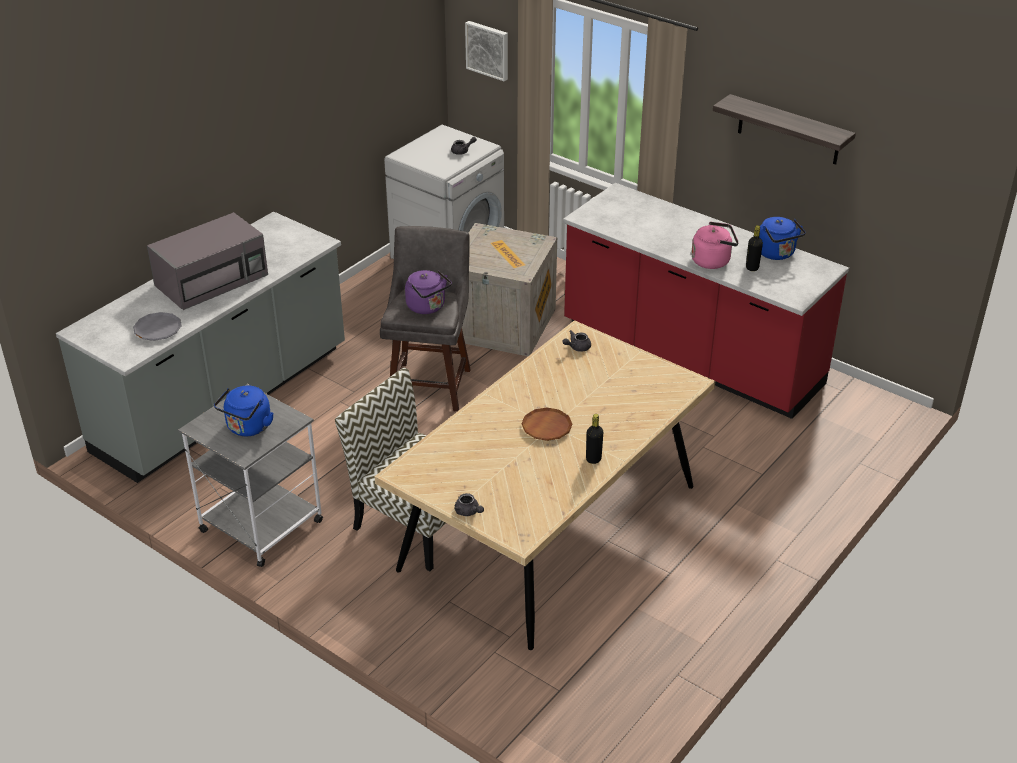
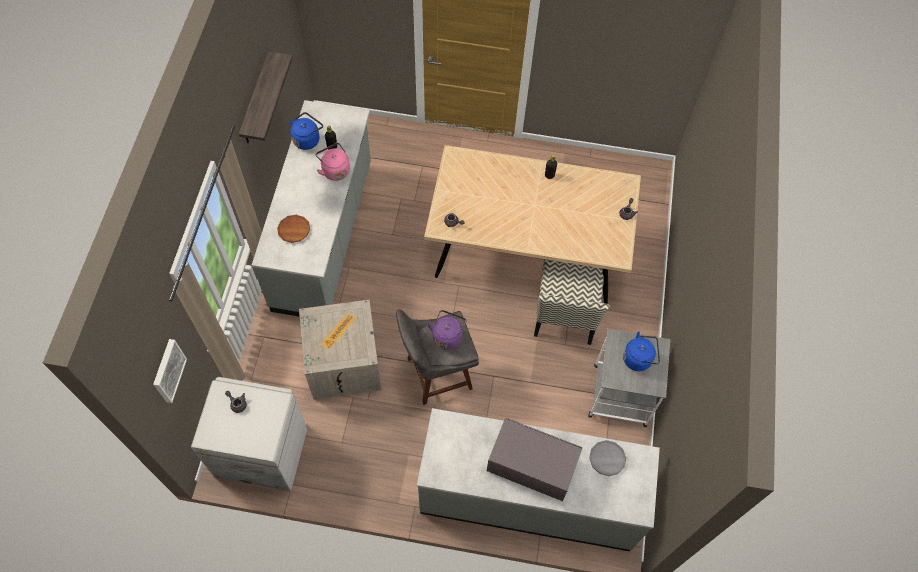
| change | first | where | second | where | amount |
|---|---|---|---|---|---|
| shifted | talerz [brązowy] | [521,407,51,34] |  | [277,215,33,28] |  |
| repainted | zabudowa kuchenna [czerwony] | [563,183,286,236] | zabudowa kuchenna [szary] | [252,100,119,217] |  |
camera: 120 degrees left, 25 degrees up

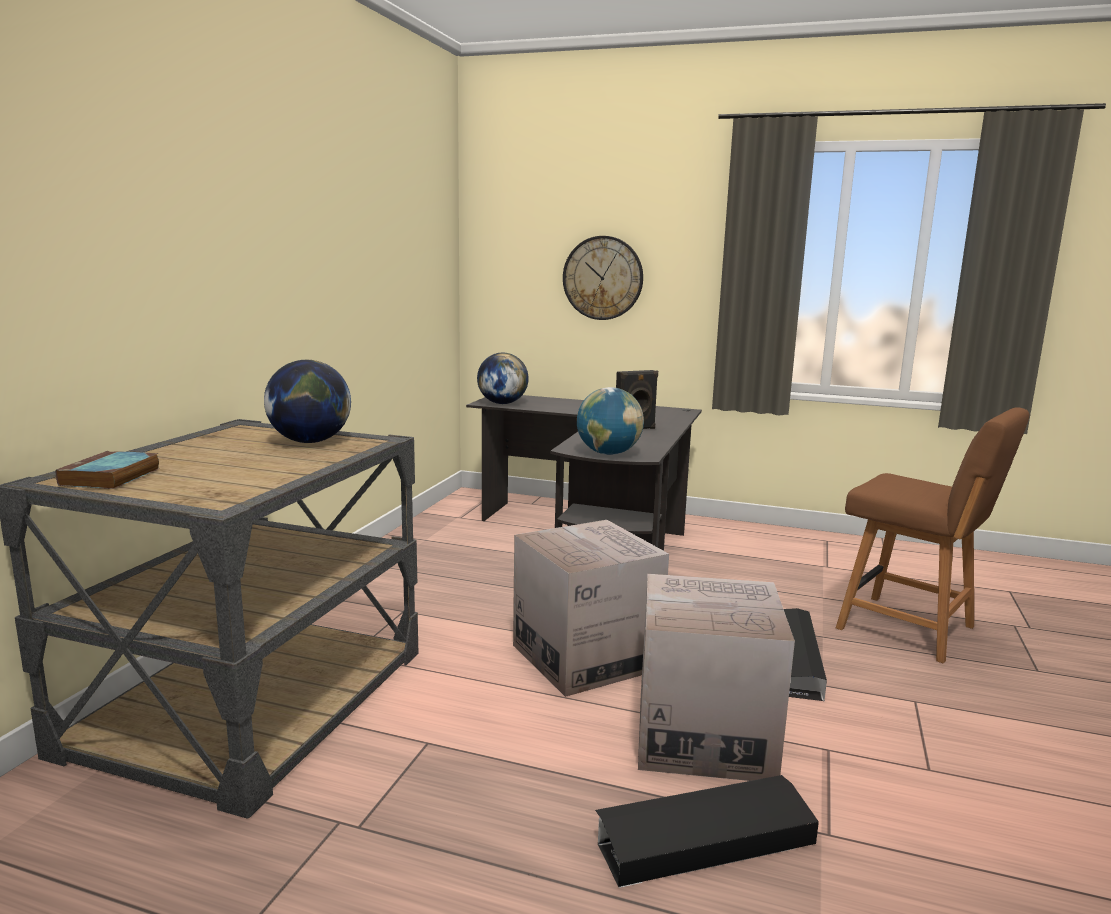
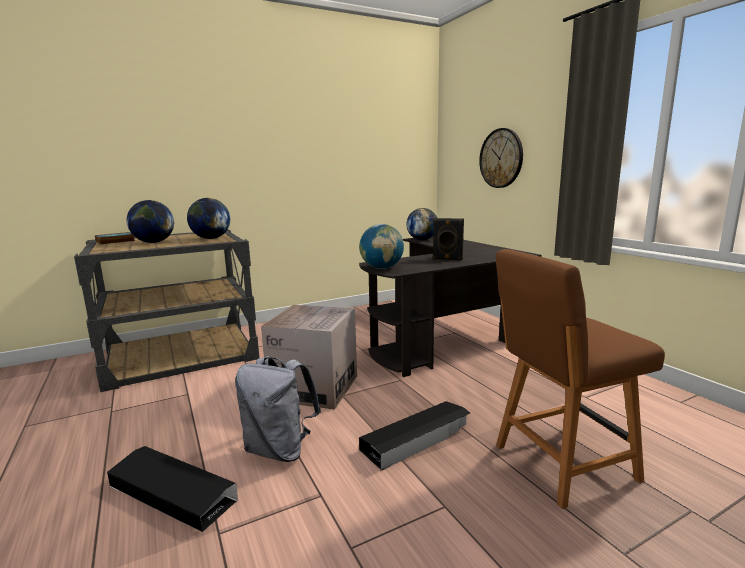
| change | first | where | second | where | amount |
|---|---|---|---|---|---|
| new |  |  | globus | [127,200,47,43] |  |
| swapped | karton | [638,574,157,207] | plecak [szary] | [235,356,86,106] |  |
| rotated | krzesło [brązowy] | [836,407,194,257] |  | [496,249,169,260] | 75 degrees clockwise |
camera: 45 degrees right, 0 degrees up

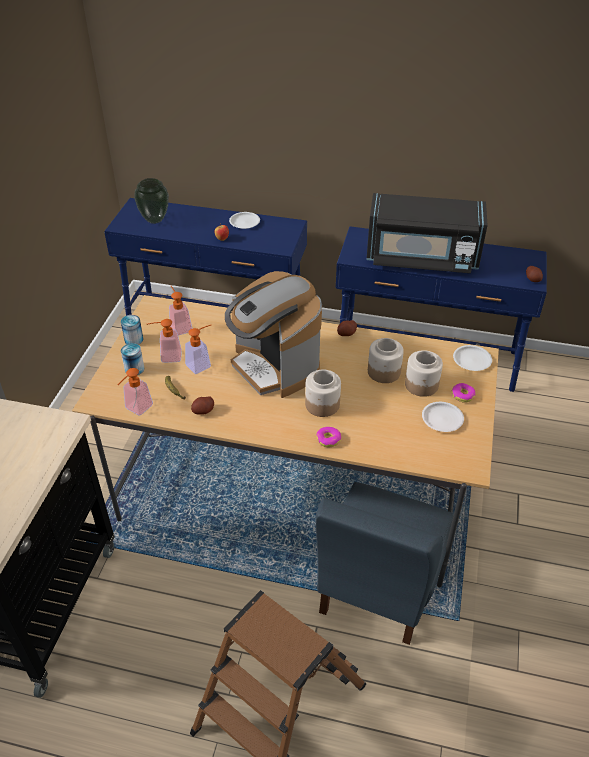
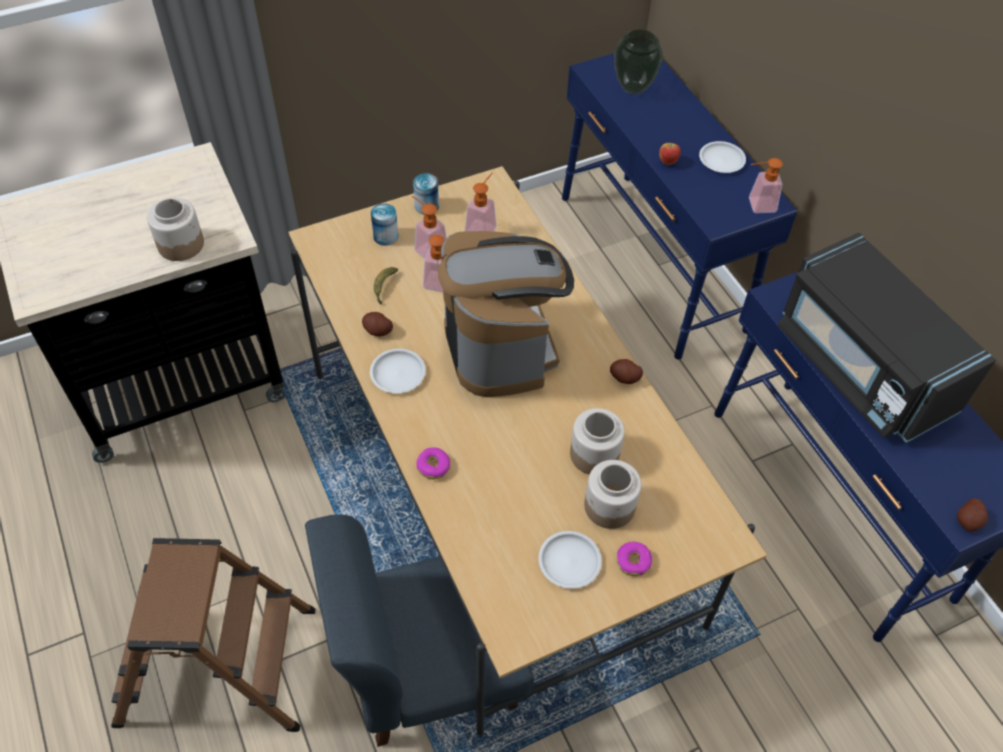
| change | first | where | second | where | amount |
|---|---|---|---|---|---|
| shifted | dozownik mydła | [118,368,35,47] |  | [749,158,34,55] |  |
| shifted | słoik | [305,370,36,47] |  | [147,198,57,63] |  |
| shifted | talerz [biały] | [453,345,39,26] |  | [370,349,56,44] |  |
| rotated | ekspres do kawy | [225,271,97,127] |  | [438,231,136,166] | 150 degrees clockwise |
camera: 50 degrees right, 10 degrees up

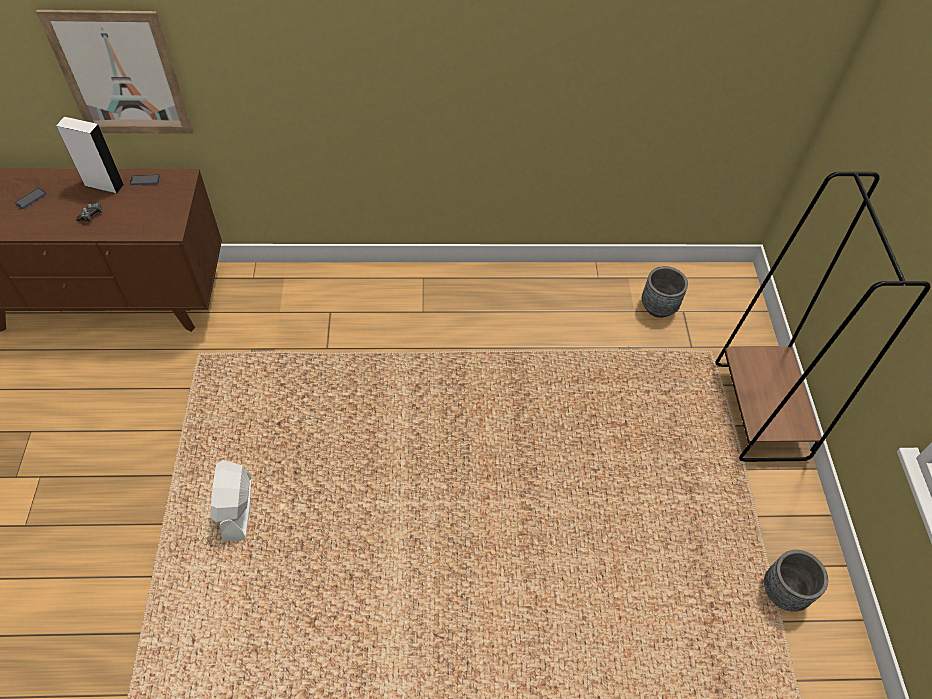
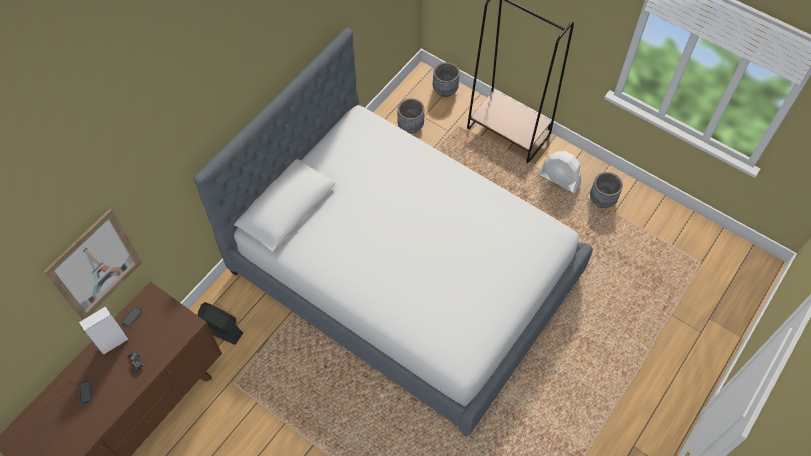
| change | first | where | second | where | amount |
|---|---|---|---|---|---|
| new |  |  | łóżko | [193,28,400,408] |  |
| new |  |  | wentylator [czarny] | [197,302,46,43] |  |
| new |  |  | donica [szary] | [433,62,27,35] |  |
| shifted | wentylator [biały] | [210,460,42,81] |  | [539,151,42,43] |  |
camera: 50 degrees left, 5 degrees up

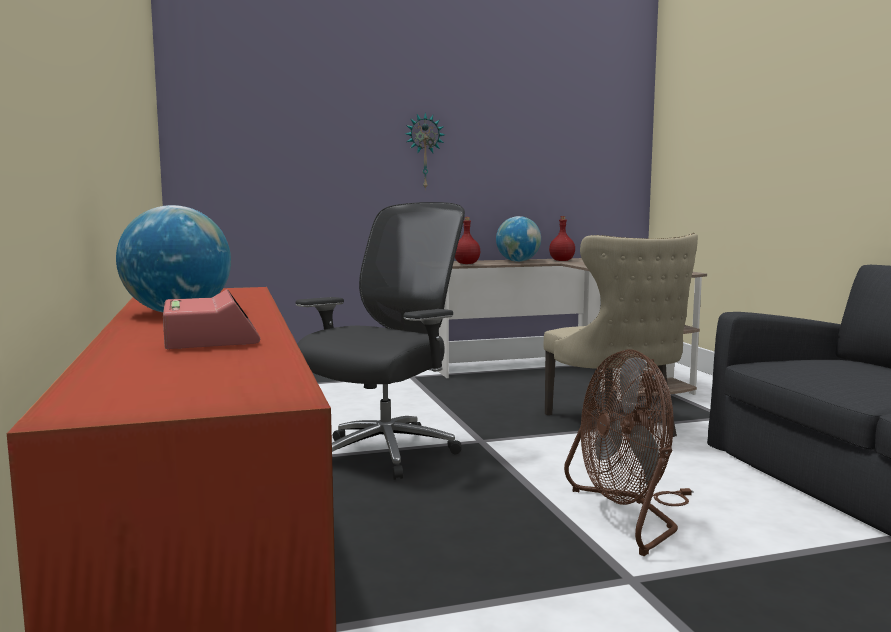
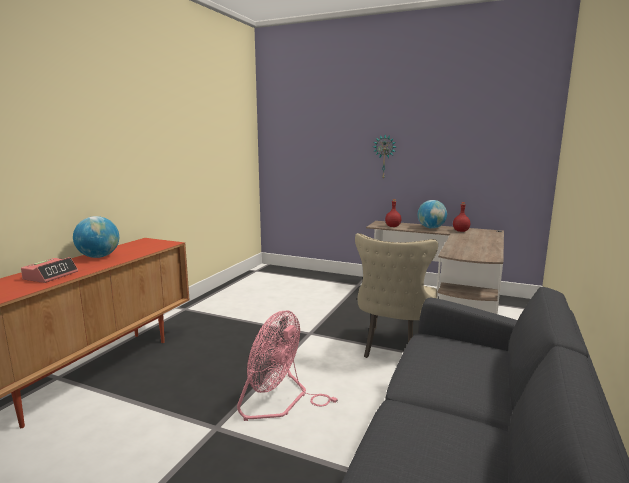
| change | first | where | second | where | amount |
|---|---|---|---|---|---|
| gone | krzesło biurowe | [296,202,169,278] |  |  |  |
| repainted | wentylator [brązowy] | [564,349,130,207] | wentylator [różowy] | [237,310,101,111] |  |
camera: 40 degrees right, 5 degrees up

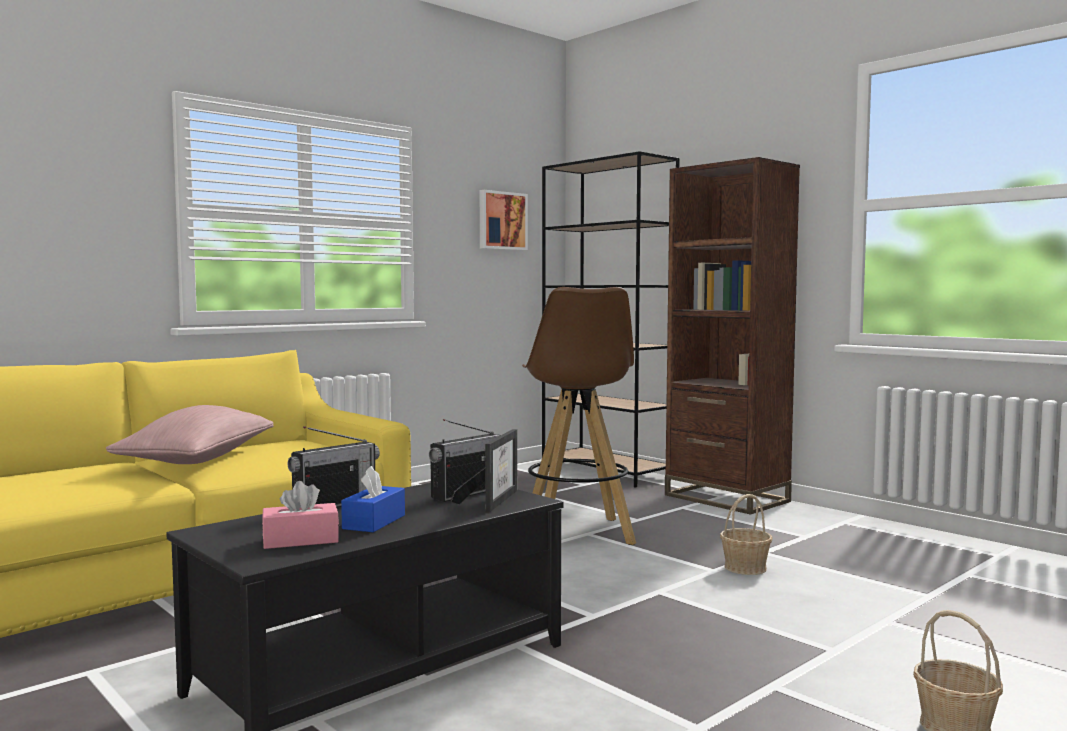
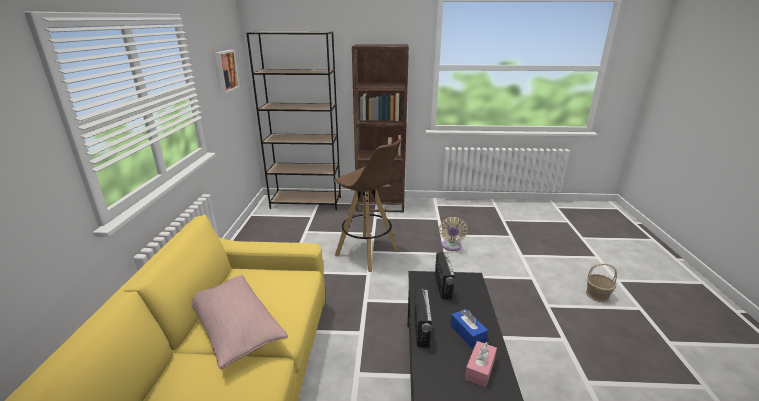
| change | first | where | second | where | amount |
|---|---|---|---|---|---|
| gone | ramka na zdjęcie | [451,429,66,83] |  |  |  |
| swapped | koszyk | [720,494,53,81] | wentylator [beżowy] | [439,217,29,34] |  |
camera: 45 degrees left, 20 degrees up

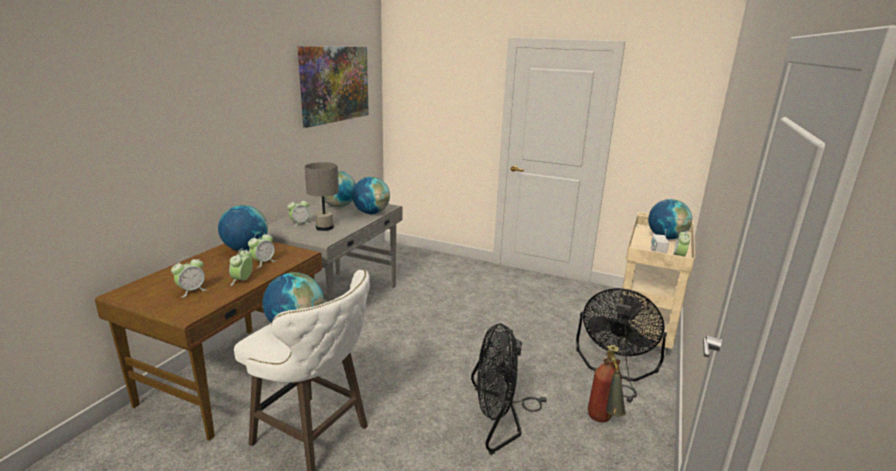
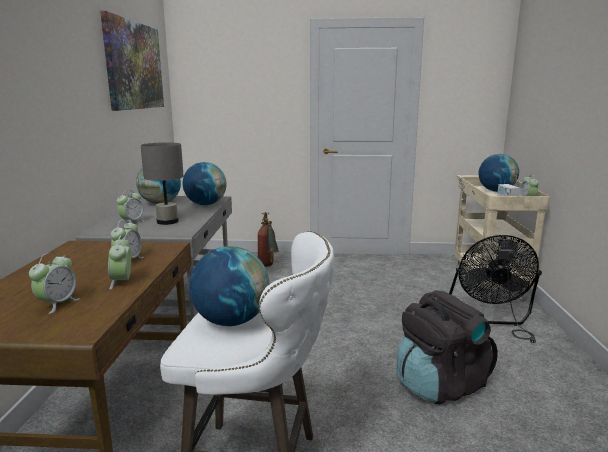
| change | first | where | second | where | amount |
|---|---|---|---|---|---|
| gone | globus | [218,205,50,46] |  |  |  |
| shifted | gaśnica | [588,345,38,78] |  | [258,212,21,55] |  |
| swapped | wentylator [czarny] | [471,323,77,132] | plecak [czarny] | [396,290,102,115] |  |
camera: 20 degrees left, 5 degrees down

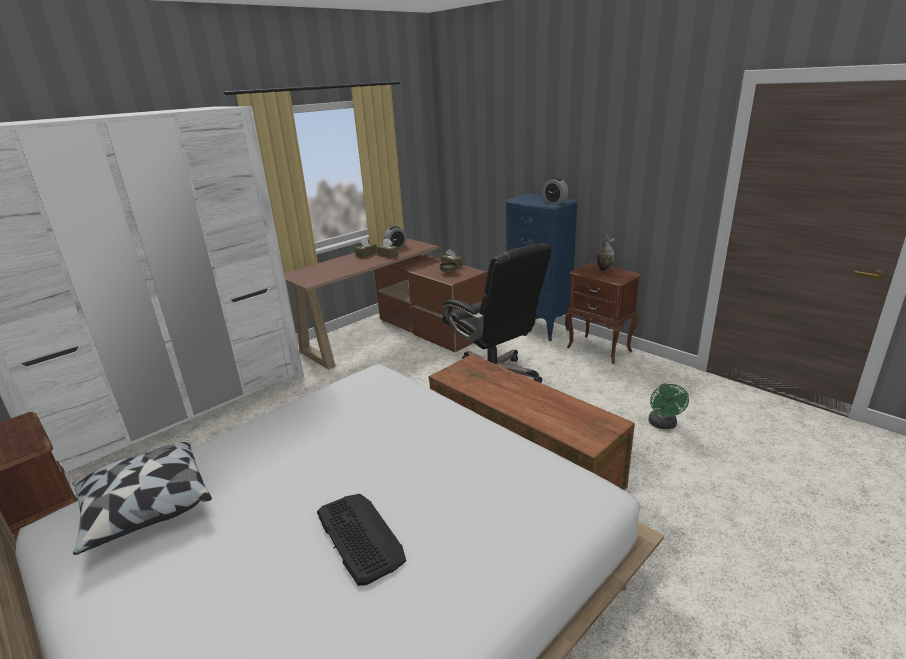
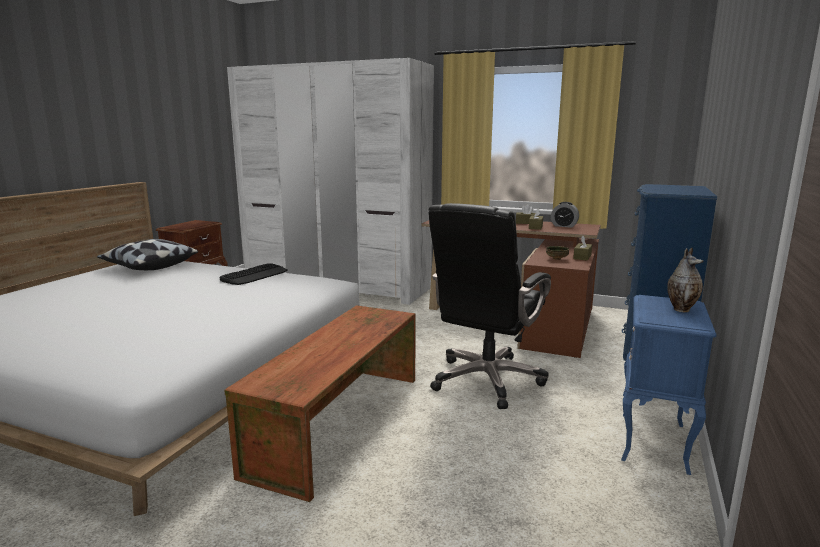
| change | first | where | second | where | amount |
|---|---|---|---|---|---|
| gone | budzik | [542,177,27,27] |  |  |  |
| gone | wentylator [zielony] | [648,383,41,46] |  |  |  |
| shifted | klawiatura | [317,494,89,92] |  | [219,263,69,22] |  |
| repainted | szafka nocna [brązowy] | [565,263,76,101] | szafka nocna [niebieski] | [621,295,96,180] |  |
camera: 65 degrees right, 10 degrees down

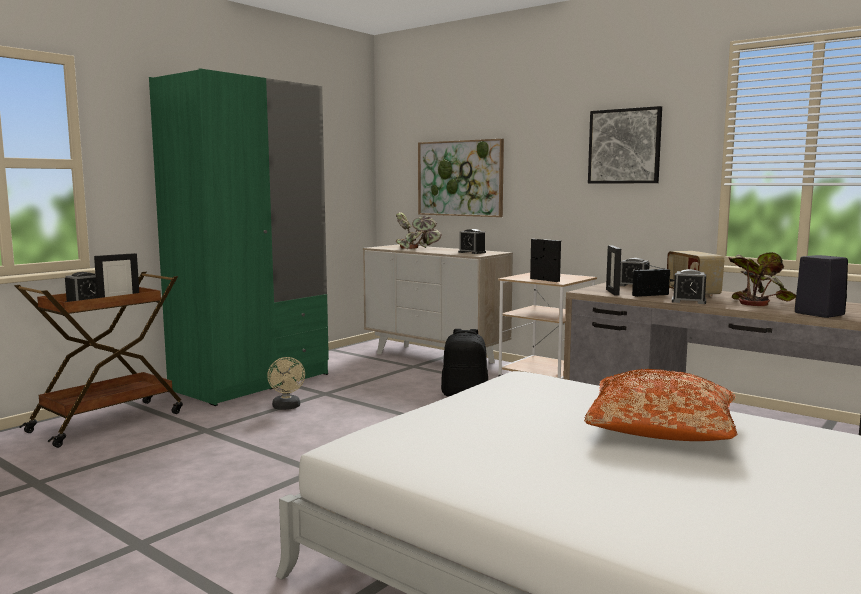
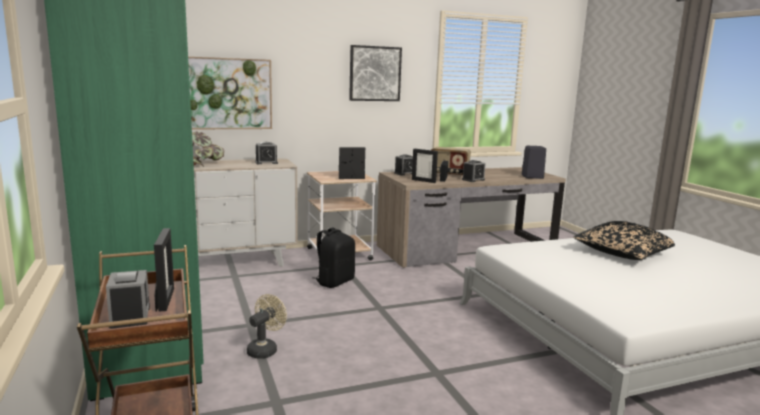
| change | first | where | second | where | amount |
|---|---|---|---|---|---|
| gone | roślina doniczkowa | [728,252,68,54] |  |  |  |
| repainted | poduszka [pomarańczowy] | [584,369,154,72] | poduszka [czarny] | [573,221,102,39] |  |
| rotated | wentylator [beżowy] | [267,357,38,53] |  | [247,294,40,65] | 75 degrees counterclockwise |
camera: 60 degrees left, 5 degrees up

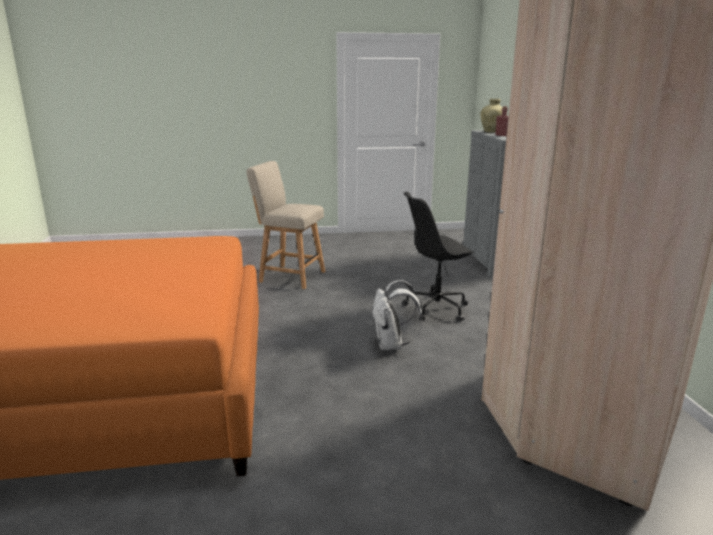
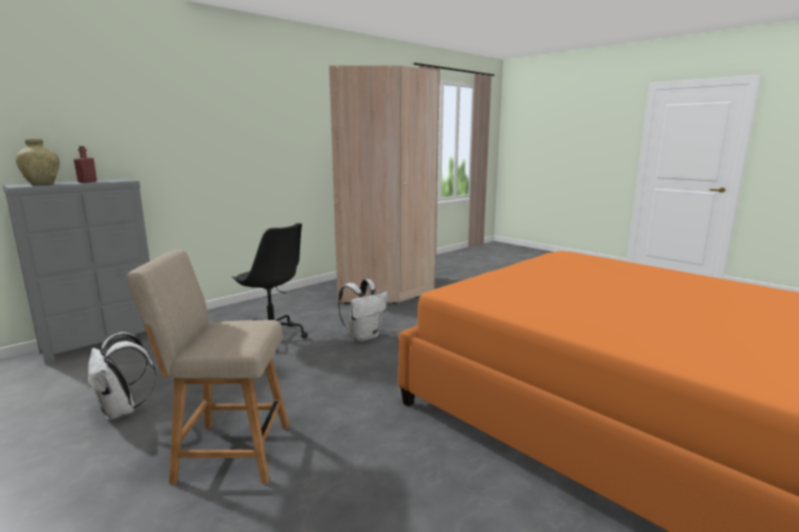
| change | first | where | second | where | amount |
|---|---|---|---|---|---|
| new |  |  | plecak [biały] | [88,332,68,88] |  |
| rotated | krzesło [beżowy] | [246,161,79,128] |  | [126,250,163,234] | 105 degrees clockwise |
camera: 125 degrees left, 5 degrees down

